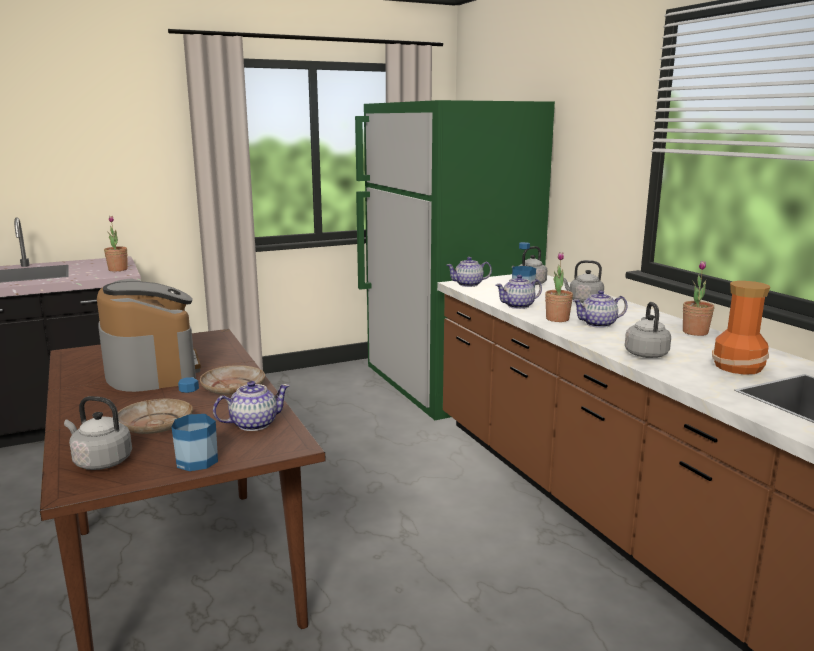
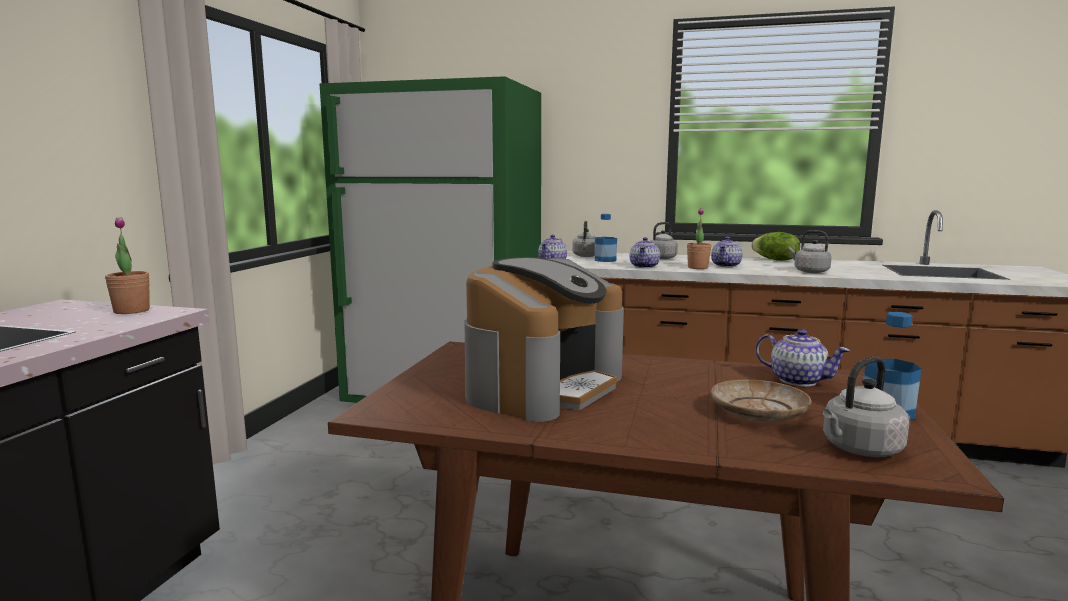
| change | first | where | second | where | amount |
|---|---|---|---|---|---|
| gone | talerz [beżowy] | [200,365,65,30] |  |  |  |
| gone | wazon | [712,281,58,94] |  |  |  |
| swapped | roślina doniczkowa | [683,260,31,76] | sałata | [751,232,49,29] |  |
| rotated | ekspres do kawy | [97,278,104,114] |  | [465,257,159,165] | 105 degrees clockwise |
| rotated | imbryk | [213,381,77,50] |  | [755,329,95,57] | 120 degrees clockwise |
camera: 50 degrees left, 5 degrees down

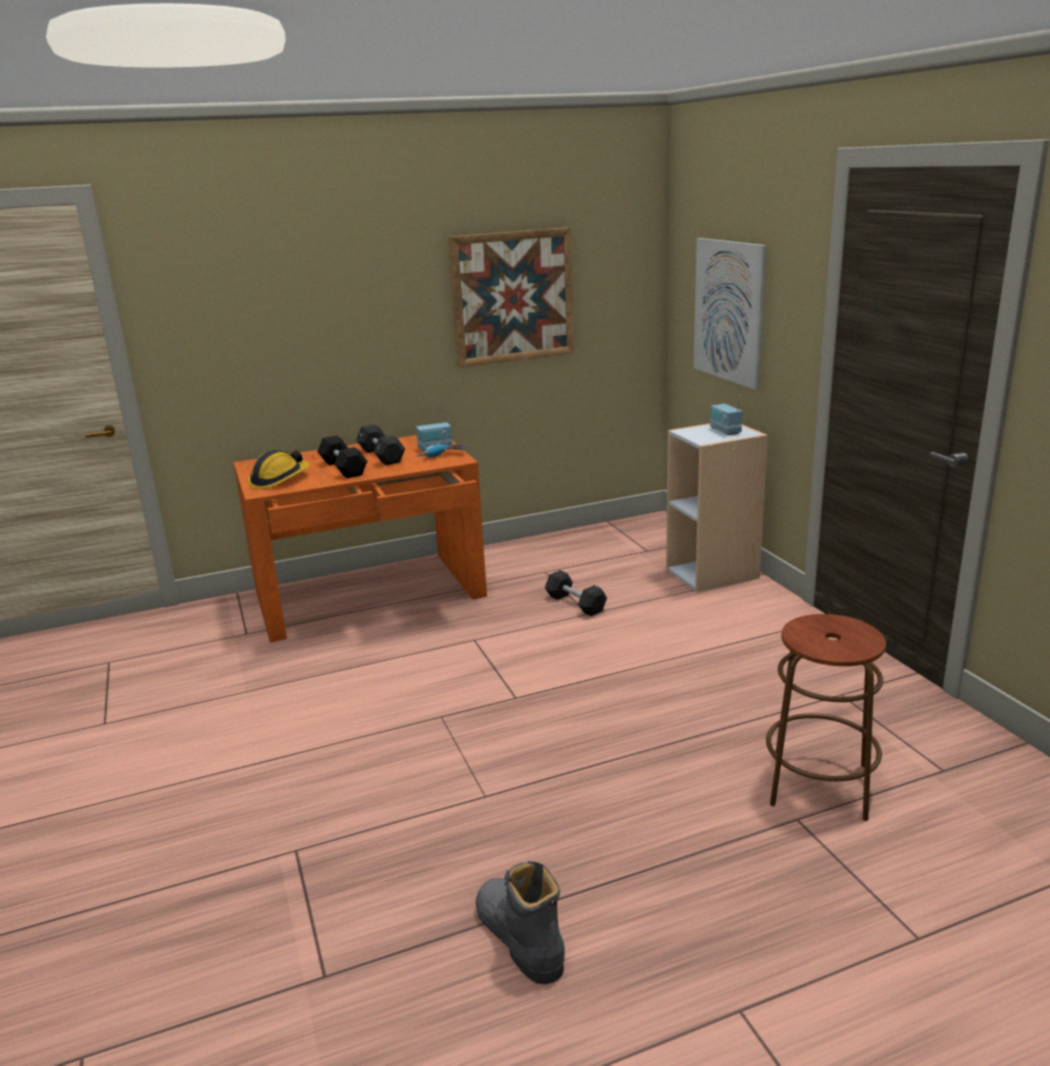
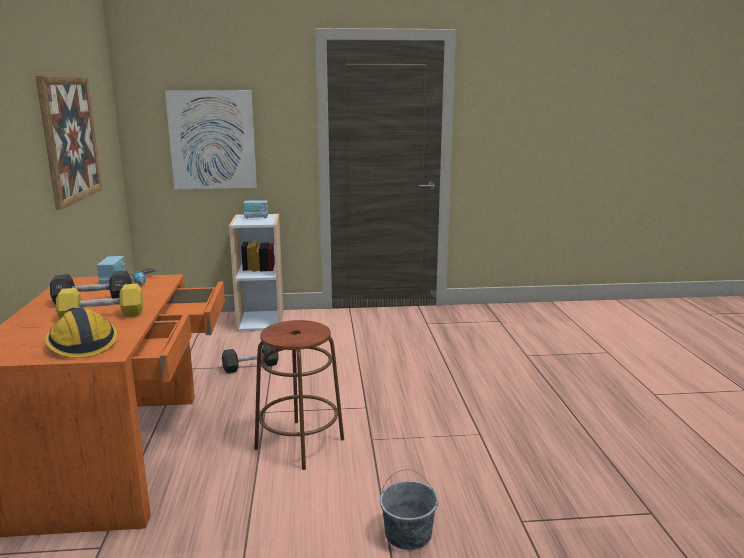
| change | first | where | second | where | amount |
|---|---|---|---|---|---|
| gone | but z cholewką [szary] | [476,861,89,123] |  |  |  |
| new |  |  | wiadro [szary] | [380,469,59,81] |  |
| shifted | stołek [brązowy] | [766,614,120,207] |  | [255,320,89,150] |  |
| repainted | hantel [czarny] | [317,435,50,43] | hantel [żółty] | [56,284,87,35] |  |
camera: 75 degrees left, 5 degrees down

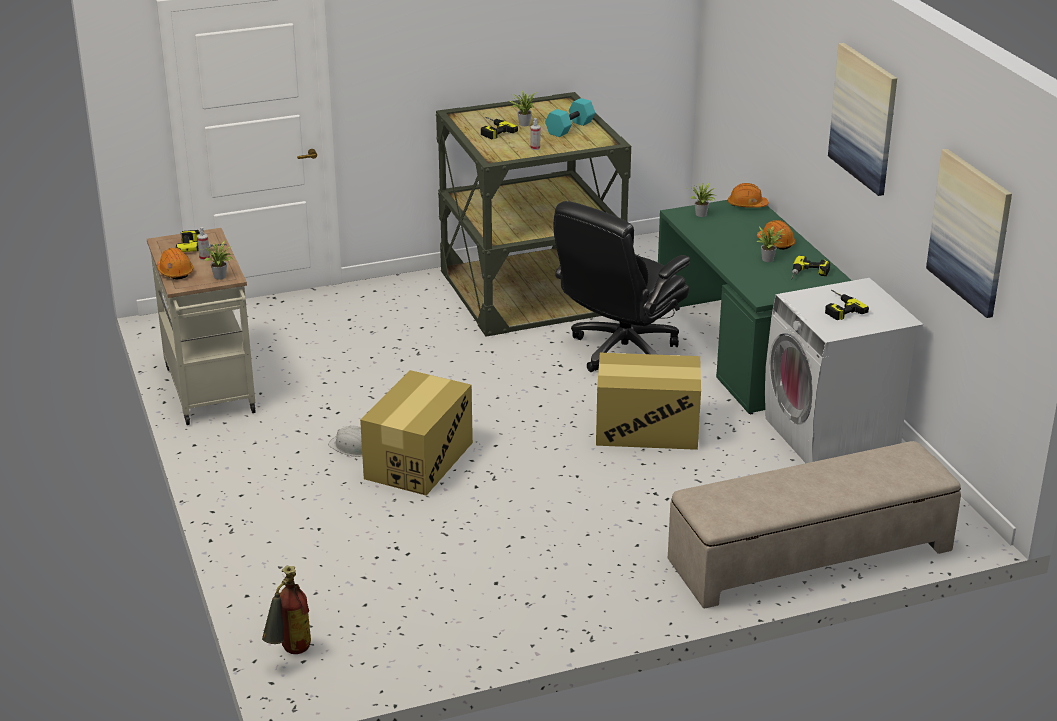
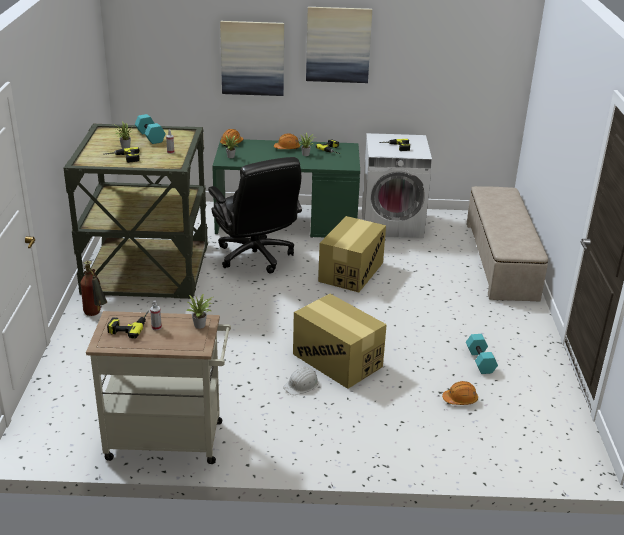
| change | first | where | second | where | amount |
|---|---|---|---|---|---|
| new |  |  | hantel [turkusowy] | [466,334,32,40] |  |
| shifted | kask [pomarańczowy] | [157,248,36,31] |  | [442,381,36,24] |  |
| shifted | gaśnica | [262,566,49,88] |  | [81,261,26,55] |  |
| shifted | obraz | [926,149,86,169] |  | [220,21,64,75] |  |
camera: 70 degrees left, 0 degrees up

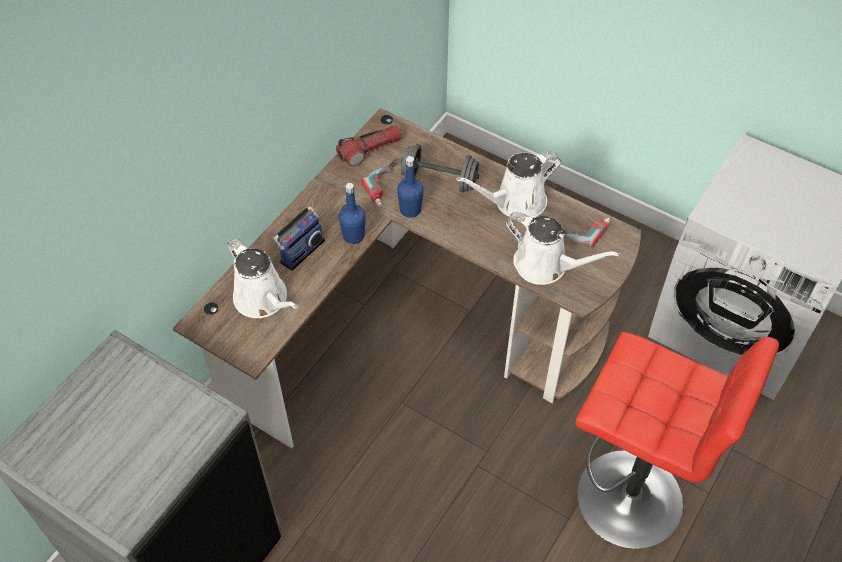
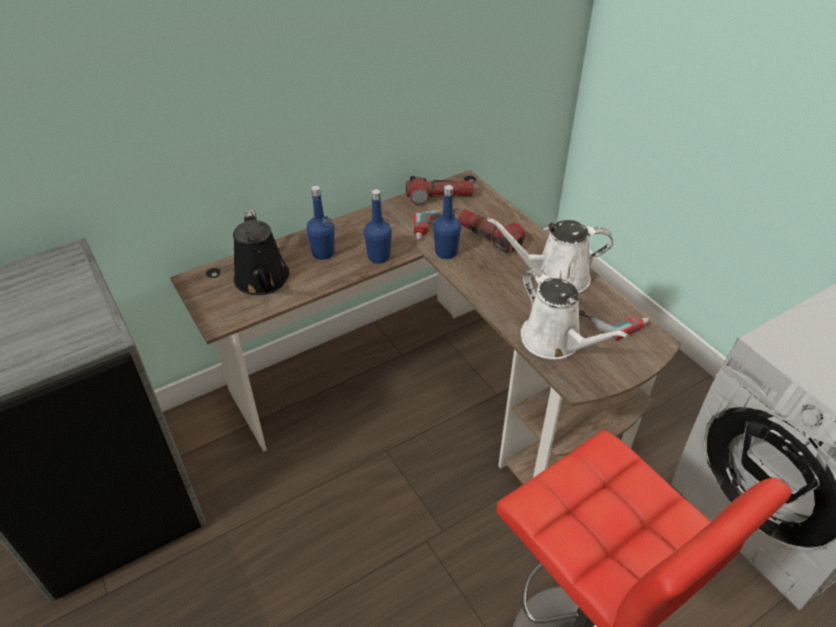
| change | first | where | second | where | amount |
|---|---|---|---|---|---|
| swapped | radio | [273,197,52,74] | butelka [niebieski] | [306,186,28,74] |  |
| swapped | hantel [szary] | [401,144,78,48] | latarka | [458,209,67,45] |  |
| repainted | konewka [biały] | [227,238,71,80] | konewka [czarny] | [233,210,57,85] |  |
camera: 25 degrees right, 10 degrees down

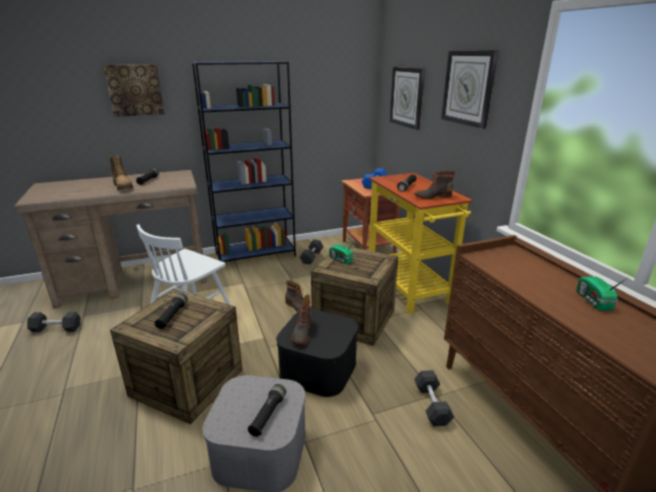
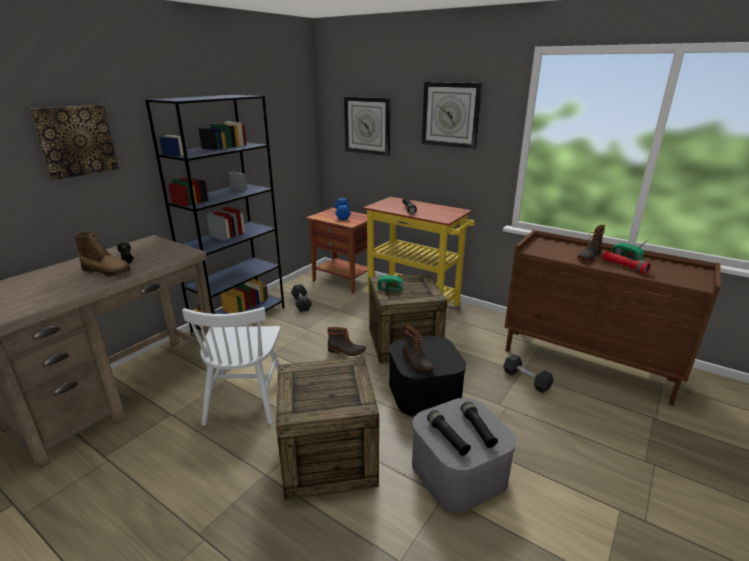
| change | first | where | second | where | amount |
|---|---|---|---|---|---|
| gone | hantel [szary] | [27,312,54,20] |  |  |  |
| new |  |  | latarka [czerwony] | [602,251,49,23] |  |
| shifted | latarka [czarny] | [155,293,33,36] |  | [427,410,44,46] |  |
| shifted | but z cholewką | [414,170,41,30] |  | [577,225,28,36] |  |
camera: 35 degrees left, 0 degrees up

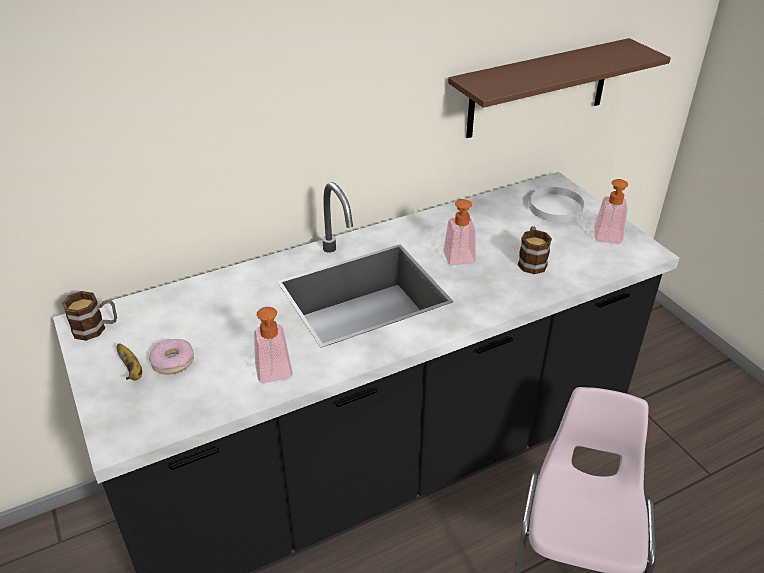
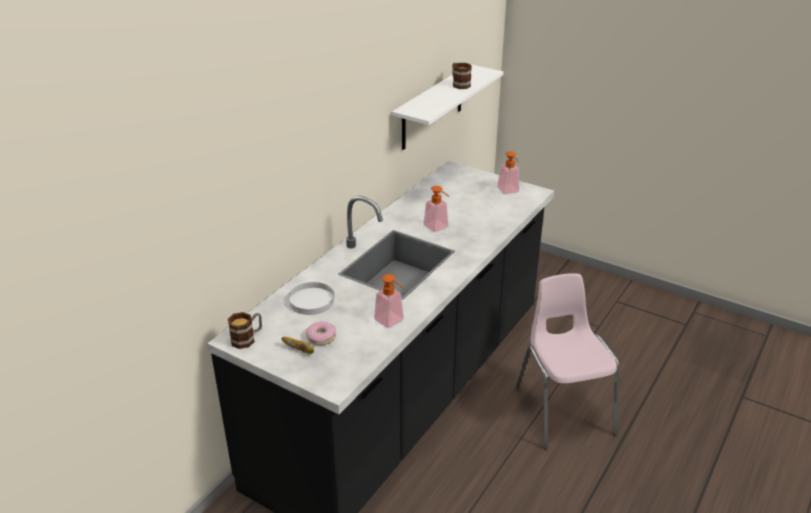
| change | first | where | second | where | amount |
|---|---|---|---|---|---|
| shifted | kubek | [518,226,34,48] |  | [452,63,20,26] |  |
| shifted | talerz [biały] | [529,187,55,35] |  | [288,282,46,33] |  |
| repainted | półka [brązowy] | [448,38,223,100] | półka [biały] | [392,65,111,85] |  |
camera: 30 degrees left, 5 degrees down

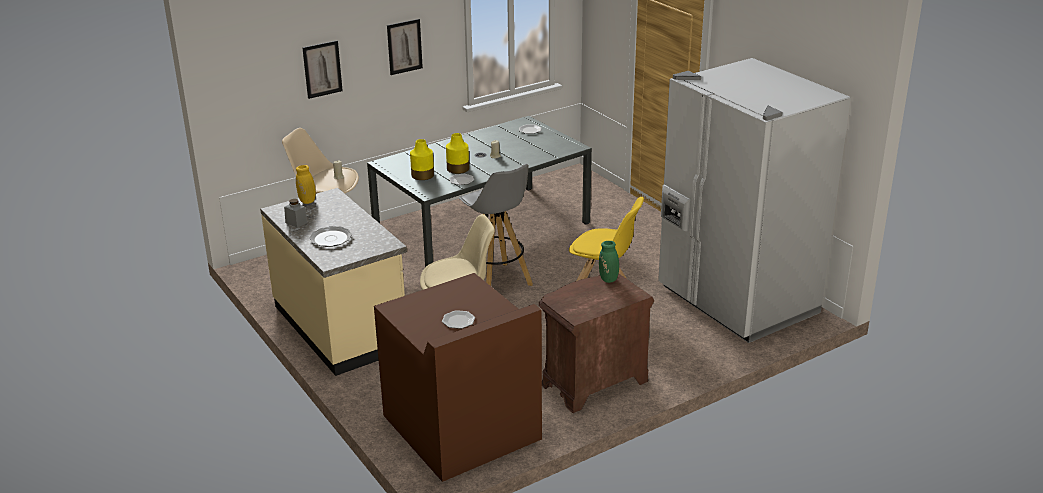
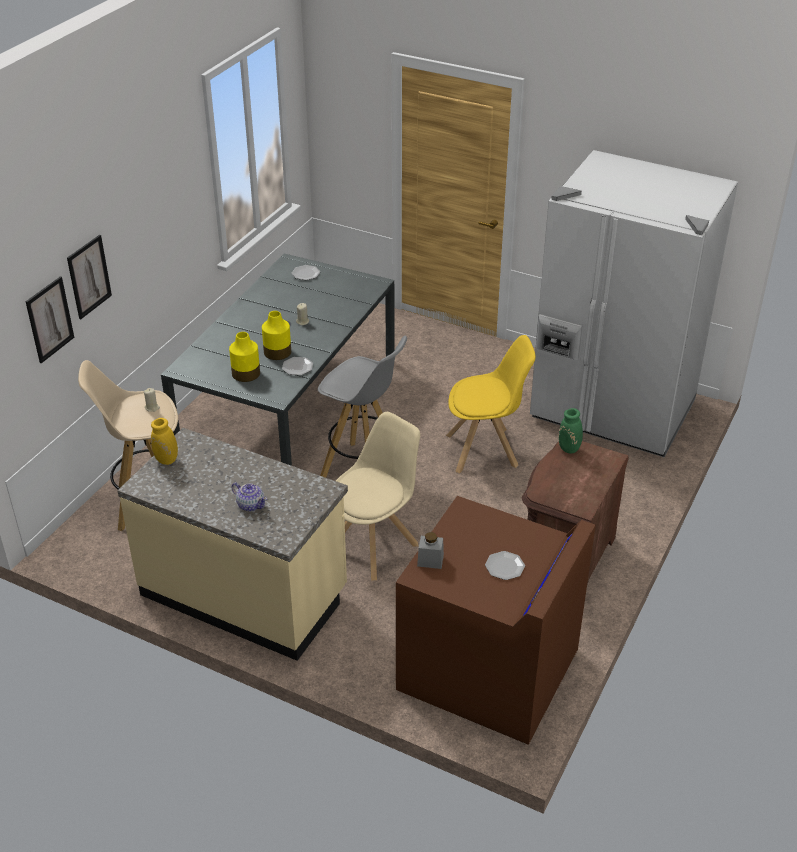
| change | first | where | second | where | amount |
|---|---|---|---|---|---|
| shifted | słoik [szary] | [284,199,24,29] |  | [417,532,27,37] |  |
| shifted | obraz | [387,19,36,56] |  | [26,276,48,87] |  |
| swapped | talerz | [309,226,43,21] | imbryk | [232,482,35,30] |  |
camera: 30 degrees left, 10 degrees up

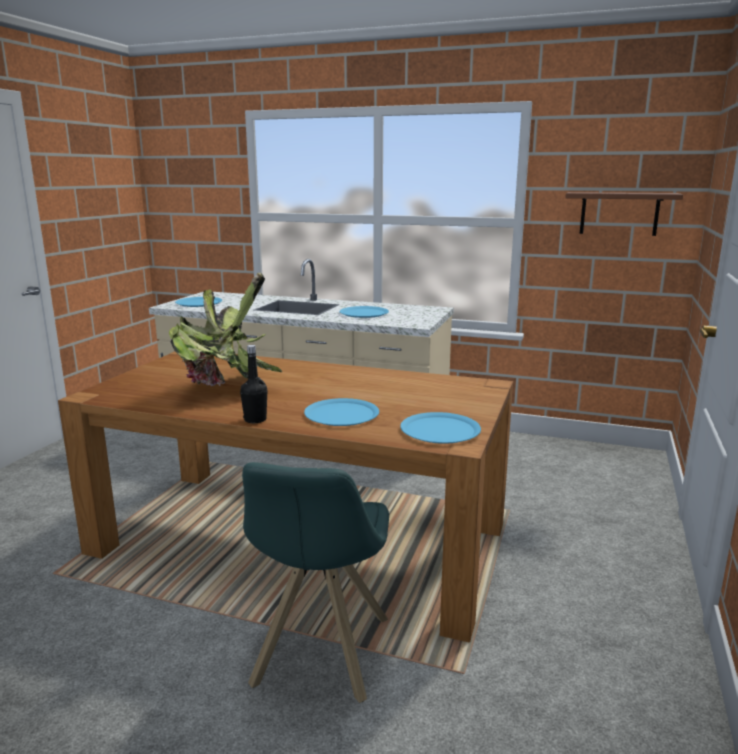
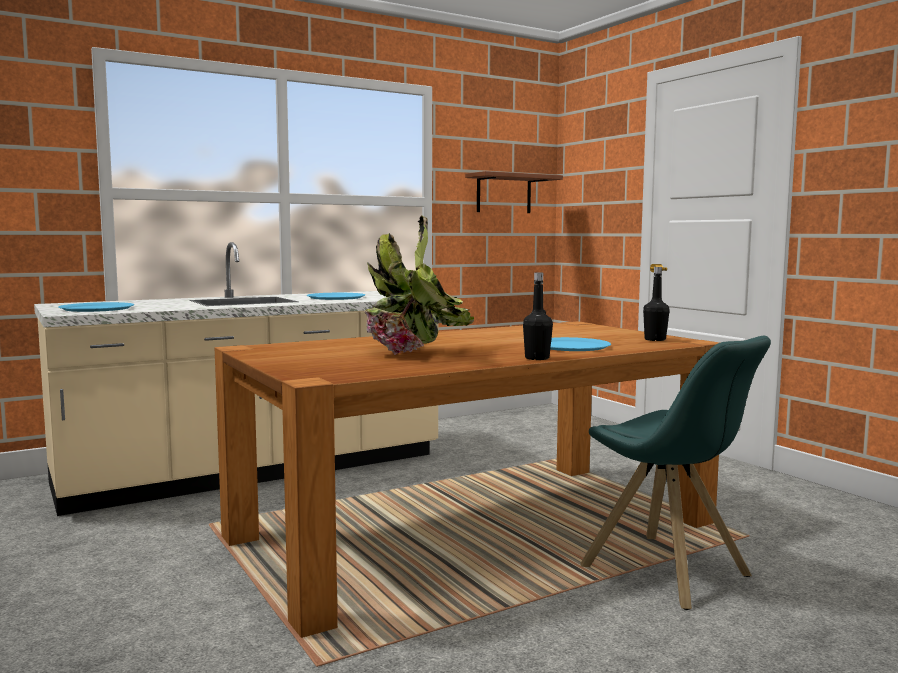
| change | first | where | second | where | amount |
|---|---|---|---|---|---|
| swapped | talerz [niebieski] | [400,412,81,32] | butelka [czarny] | [643,267,27,74] |  |
camera: 50 degrees left, 10 degrees down

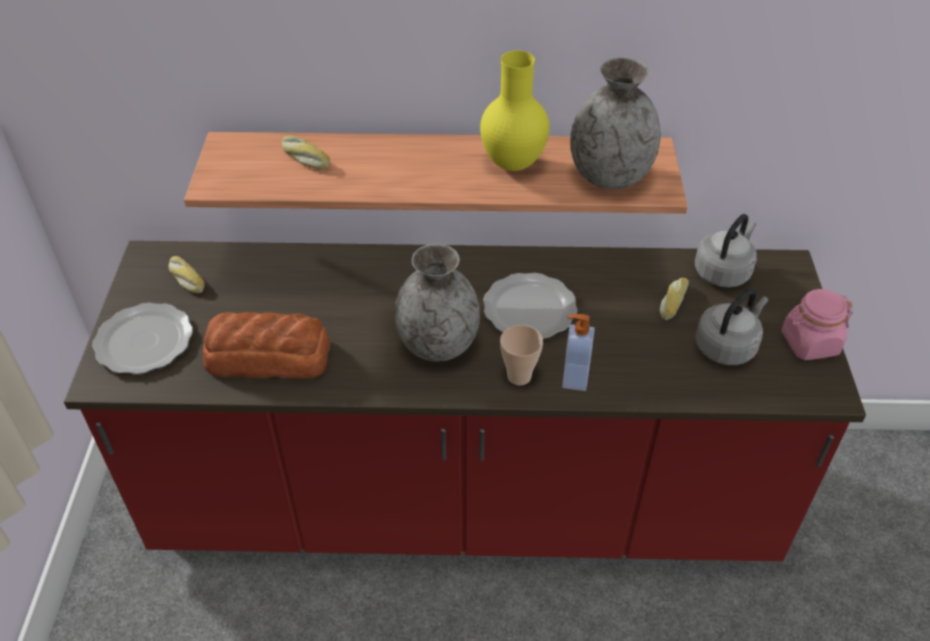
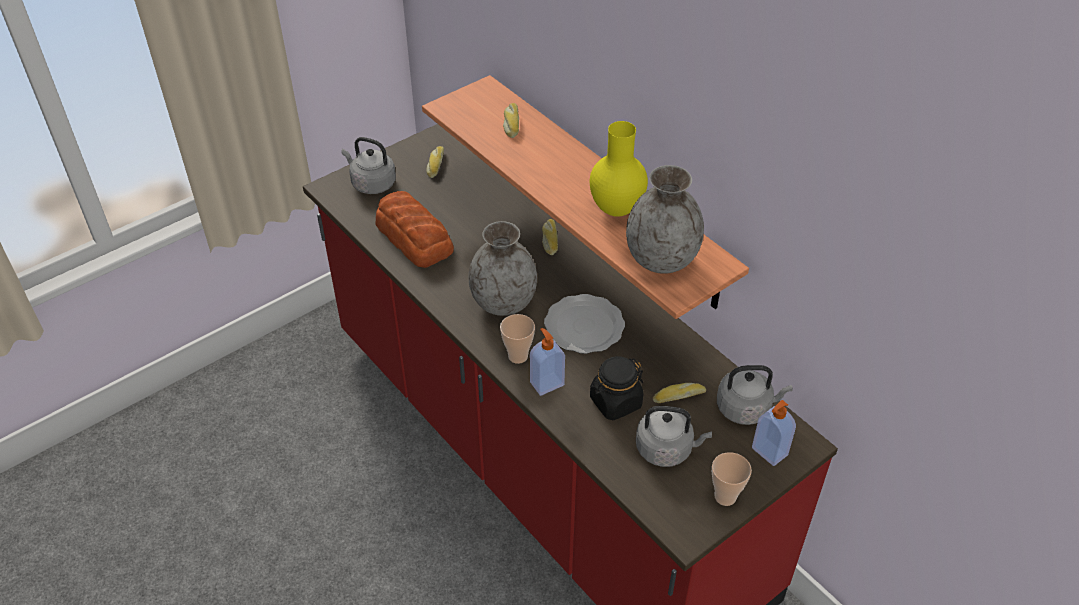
| change | first | where | second | where | amount |
|---|---|---|---|---|---|
| new |  |  | chleb | [542,219,16,36] |  |
| new |  |  | słoik [czarny] | [590,356,53,64] |  |
| new |  |  | dozownik mydła | [752,400,44,66] |  |
| swapped | talerz | [92,303,101,71] | czajnik [szary] | [341,137,55,57] |  |
| swapped | słoik [różowy] | [781,289,72,71] | filiżanka | [712,452,40,54] |  |
camera: 50 degrees right, 0 degrees up

